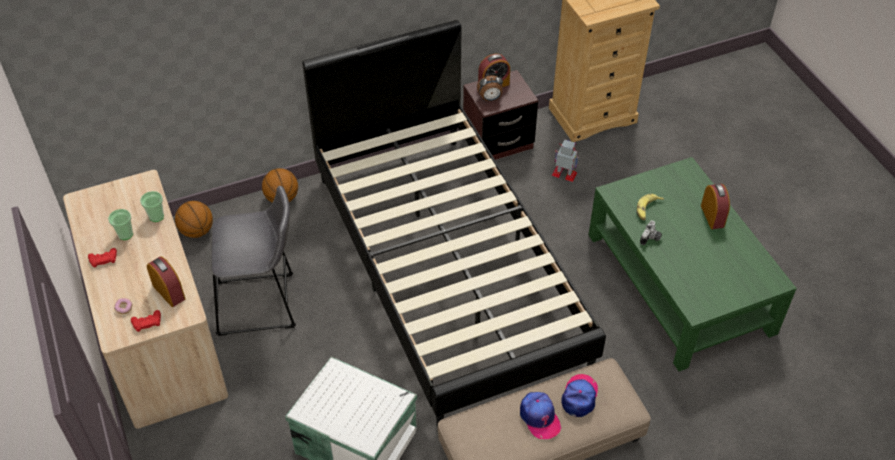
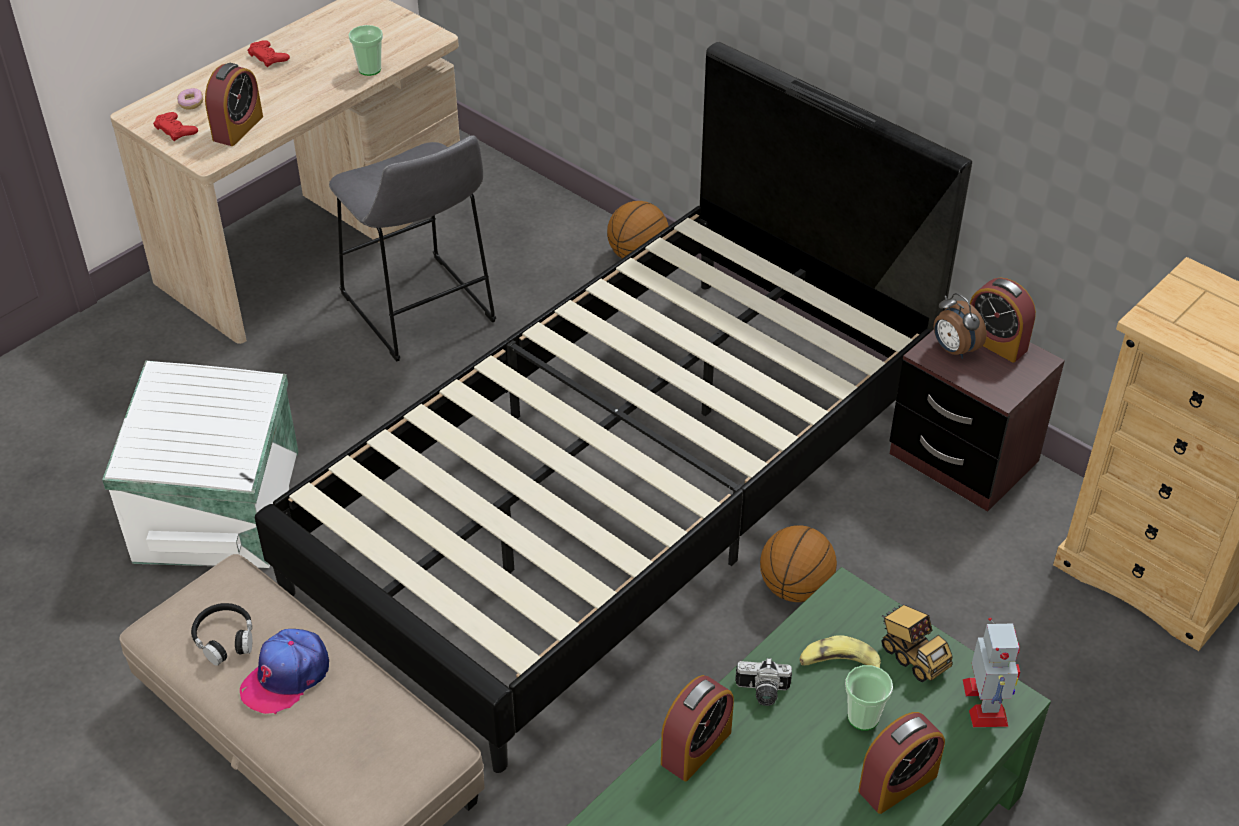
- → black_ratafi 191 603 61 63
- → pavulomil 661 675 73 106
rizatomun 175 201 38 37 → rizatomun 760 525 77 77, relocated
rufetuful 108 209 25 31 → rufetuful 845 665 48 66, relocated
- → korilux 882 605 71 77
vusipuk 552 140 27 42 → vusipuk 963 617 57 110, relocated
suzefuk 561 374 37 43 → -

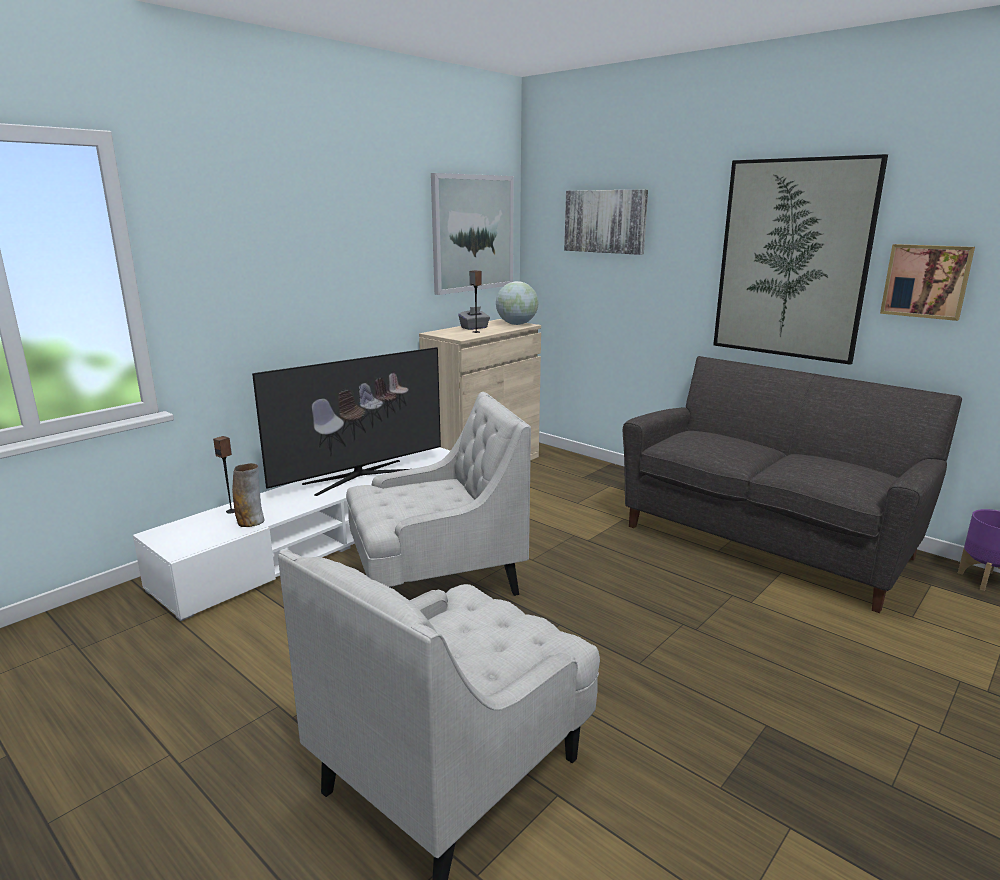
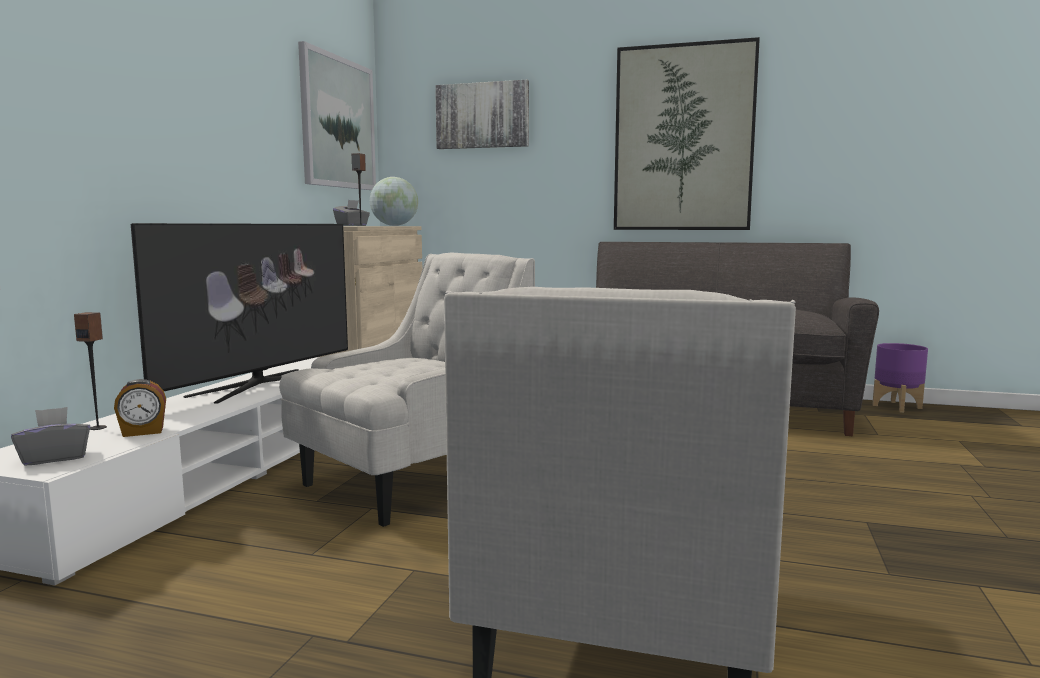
- → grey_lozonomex 11 407 80 59
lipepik 232 463 33 64 → pavulomil 114 379 52 58
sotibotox 880 244 95 77 → -

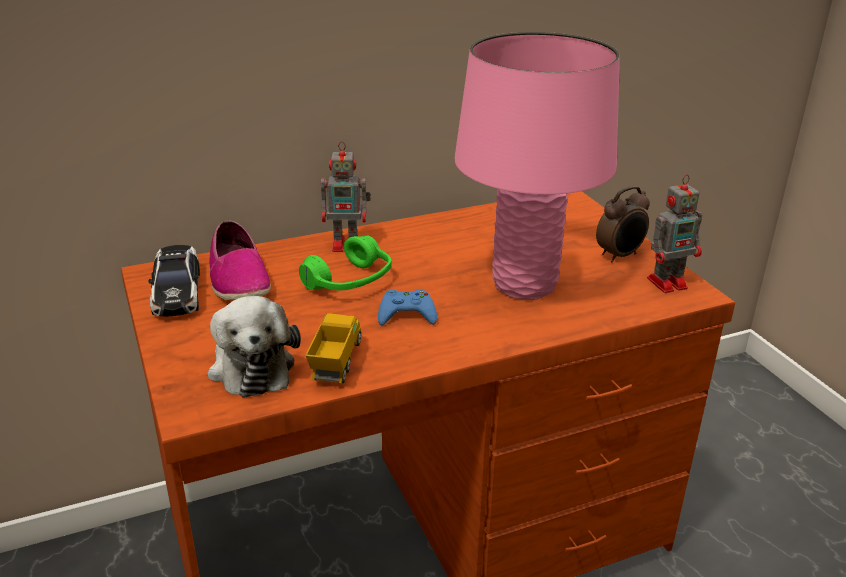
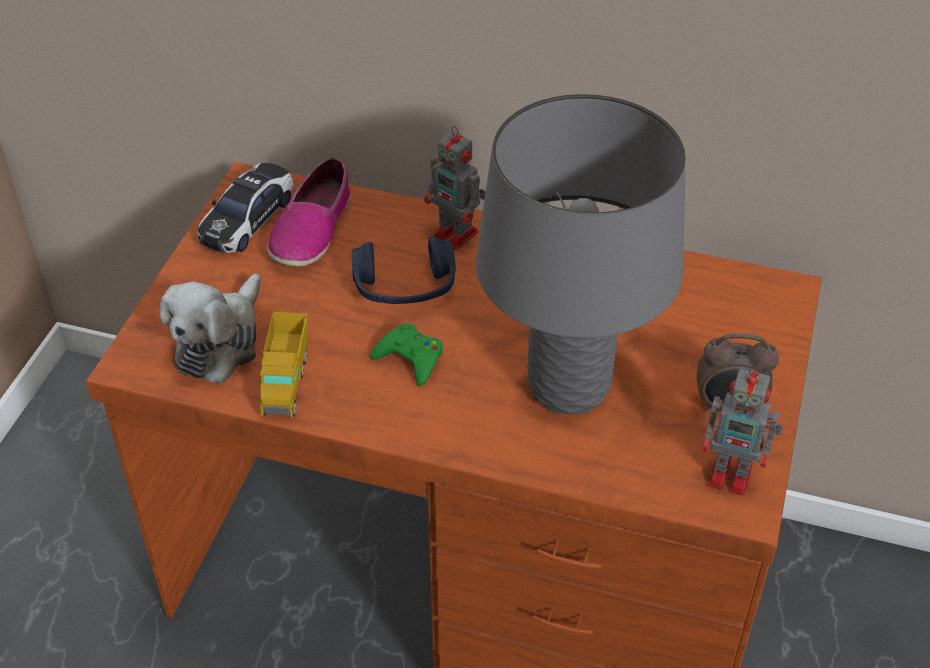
korilux 306 313 55 70 → korilux 260 312 48 105, 135 degrees clockwise
green_ratafi 299 236 93 54 → blue_ratafi 351 237 105 67
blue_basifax 378 289 59 37 → green_basifax 370 323 72 63
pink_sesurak 454 32 166 268 → grey_sesurak 476 94 210 320

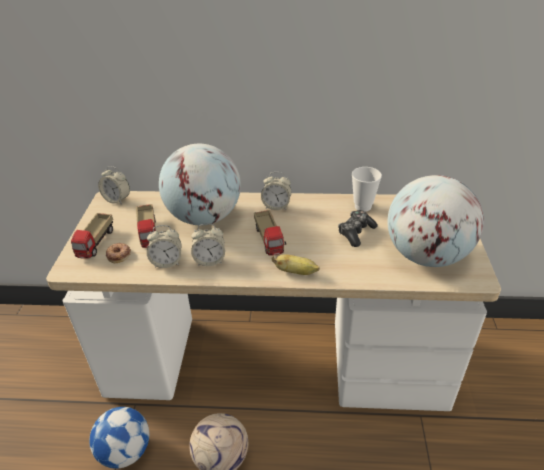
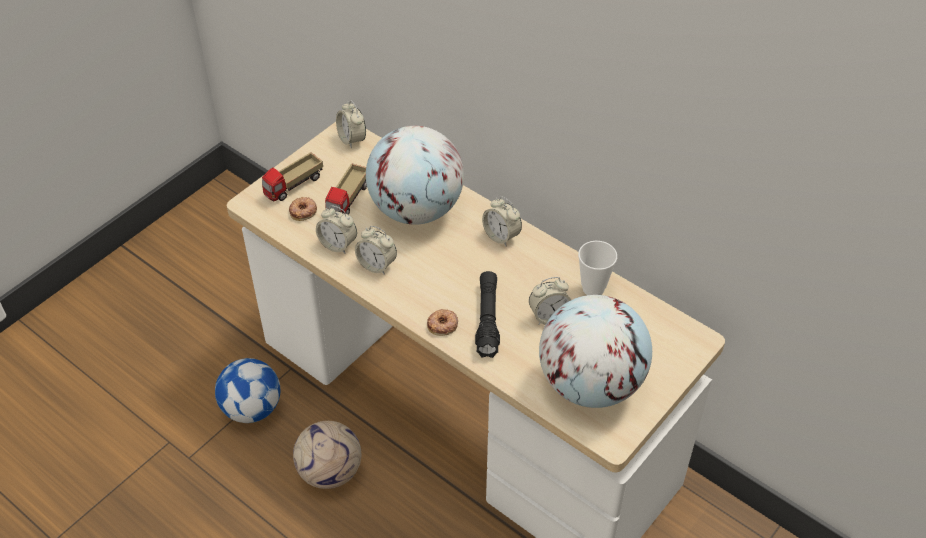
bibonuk 272 254 48 21 → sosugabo 427 309 31 27
- → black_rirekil 475 271 25 87
basifax 338 210 40 37 → pavulomil 529 277 42 48
korilux 254 210 32 46 → -

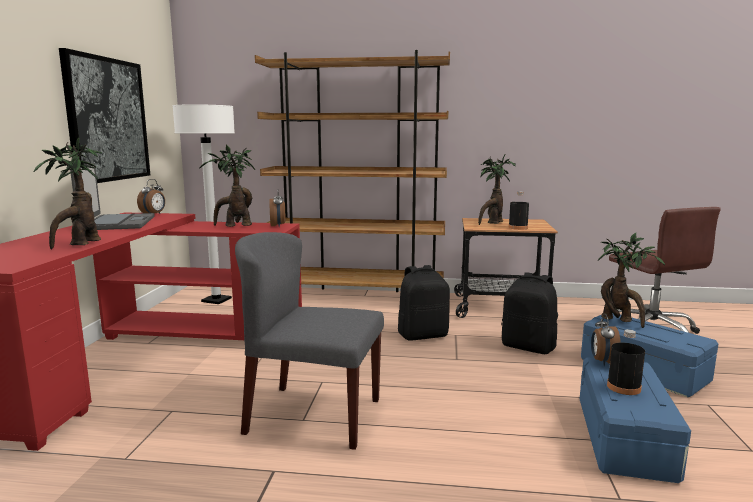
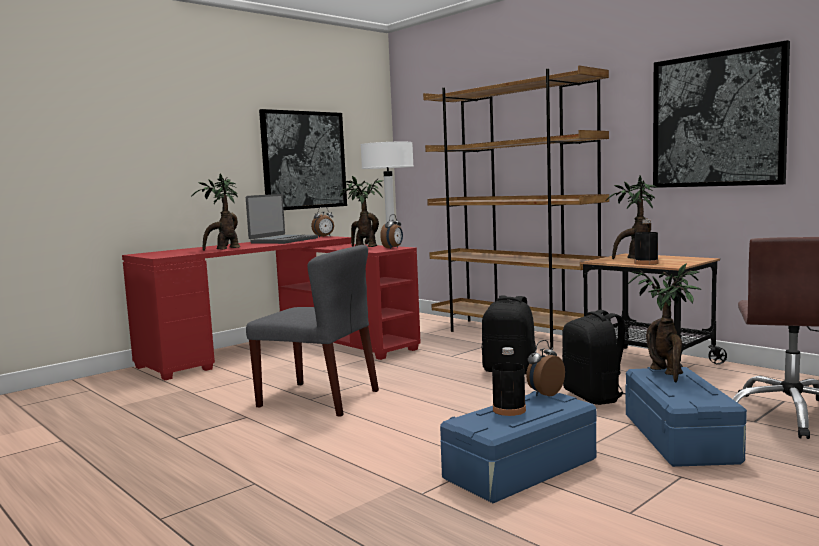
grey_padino 235 232 149 218 → grey_padino 246 245 133 172, 150 degrees clockwise
- → sotibotox 653 40 137 148

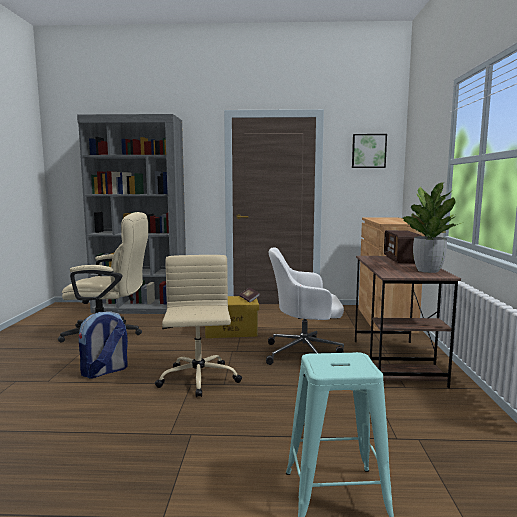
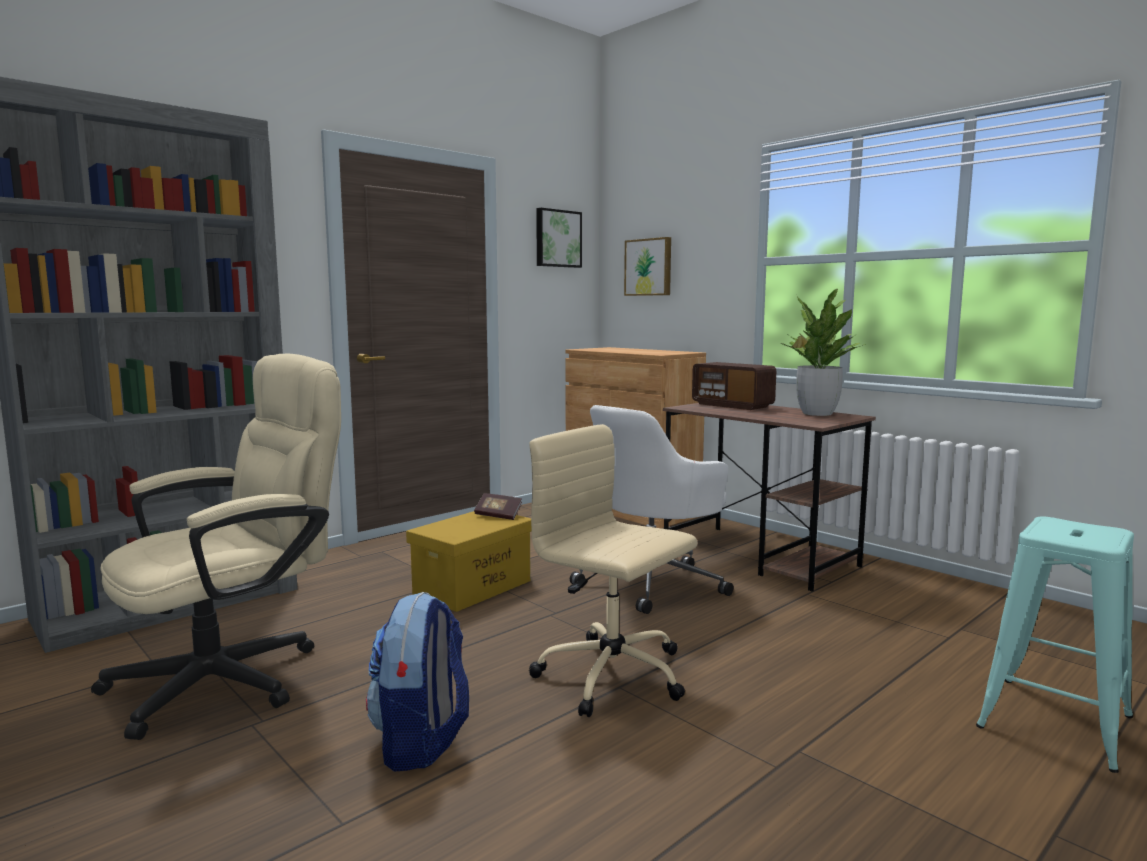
- → sotibotox 624 237 47 59

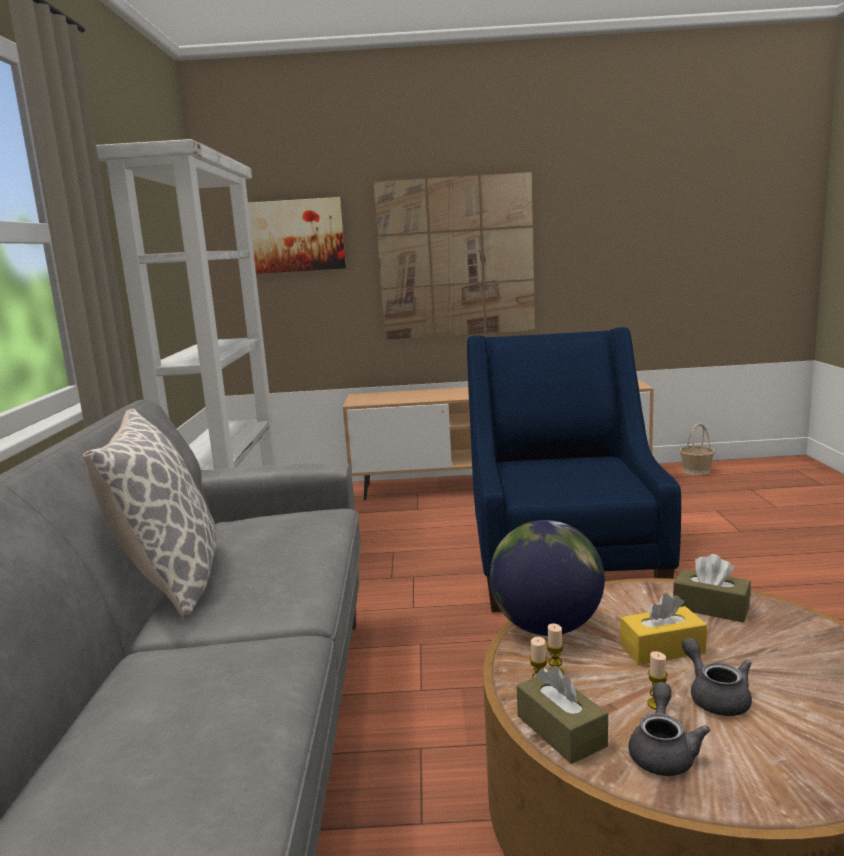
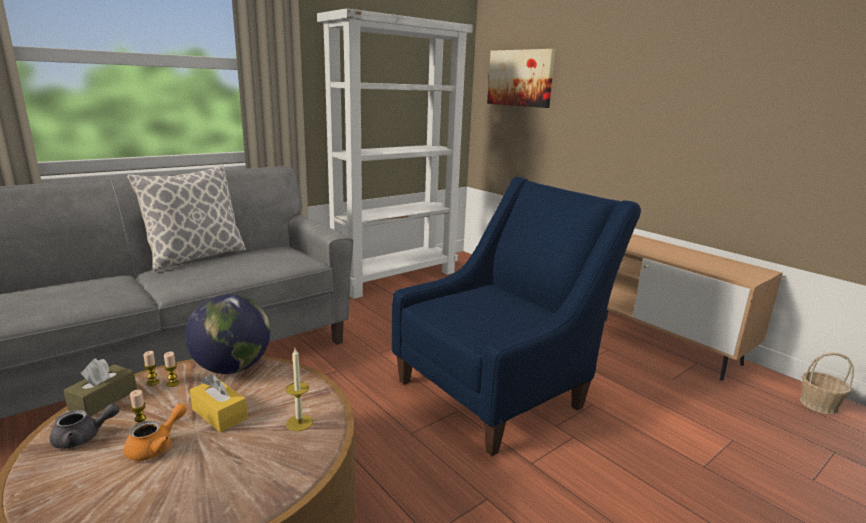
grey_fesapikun 682 637 70 79 → orange_fesapikun 124 403 63 58
brown_lozonomex 673 554 78 68 → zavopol 286 348 27 83
sotibotox 374 172 161 168 → -

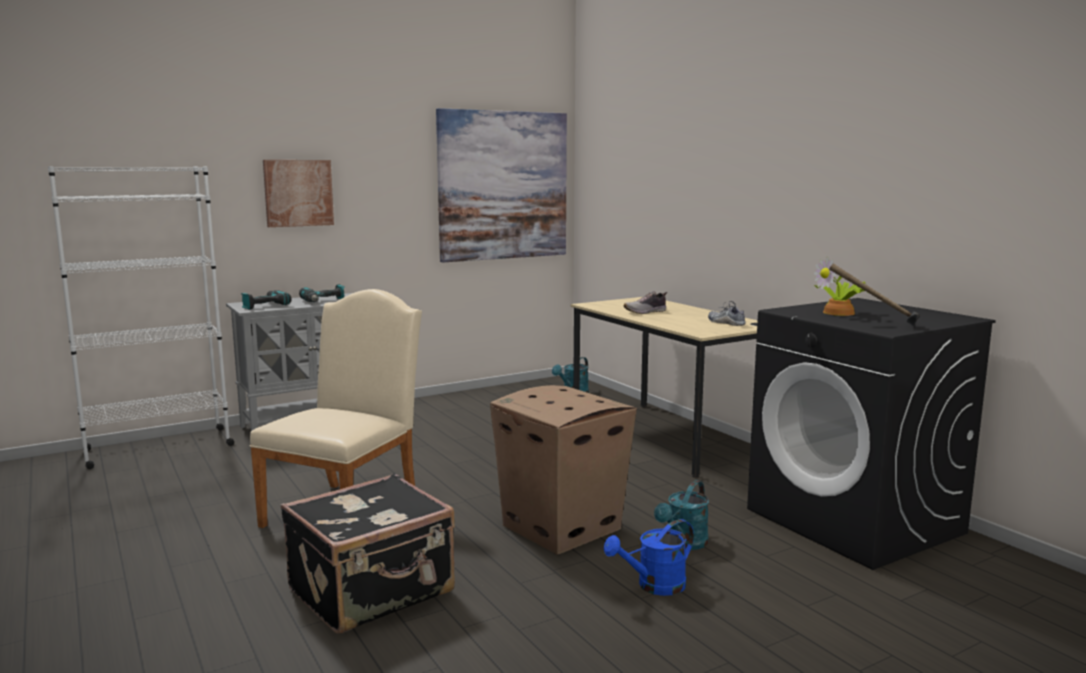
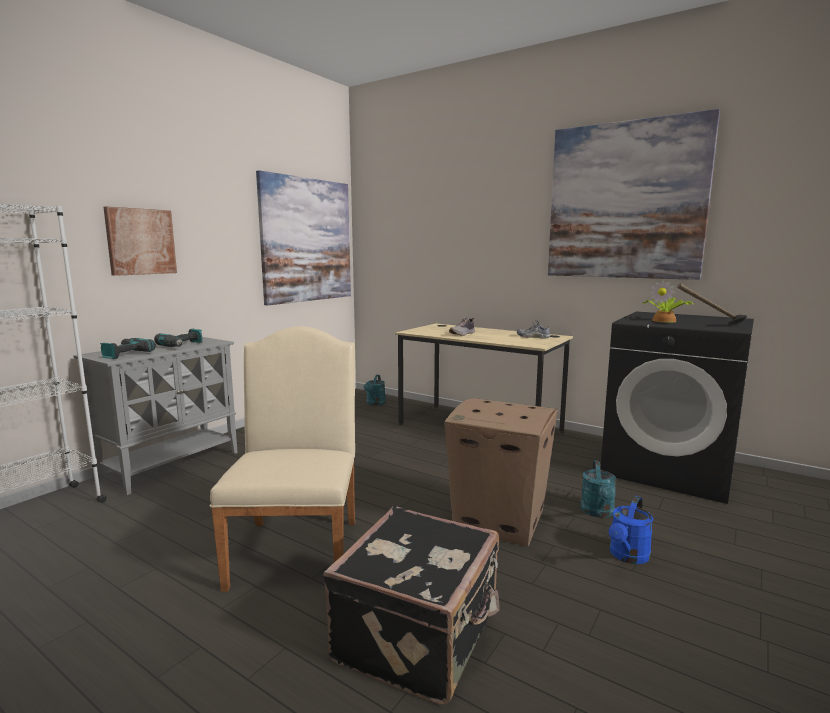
- → sotibotox 548 109 172 171

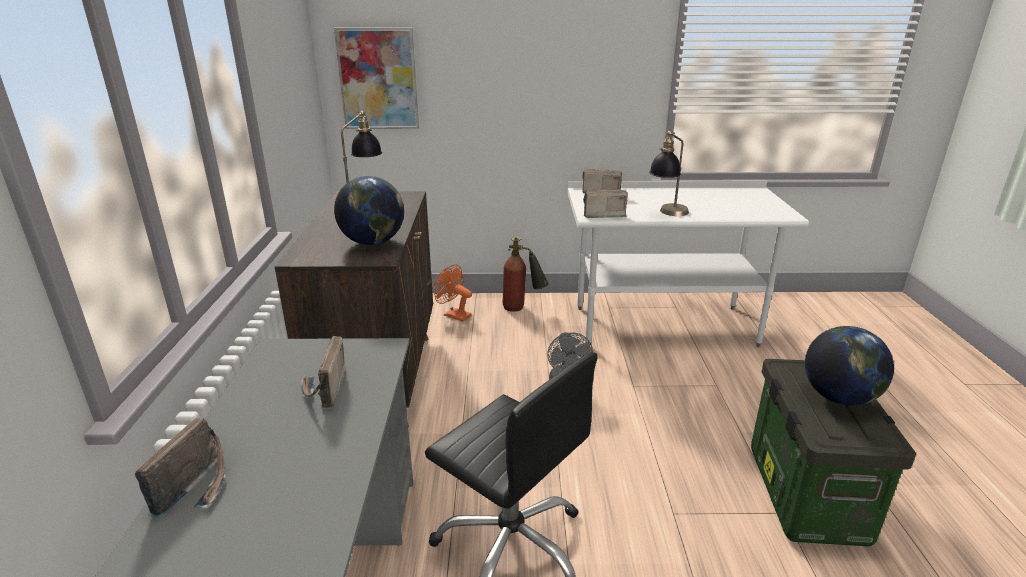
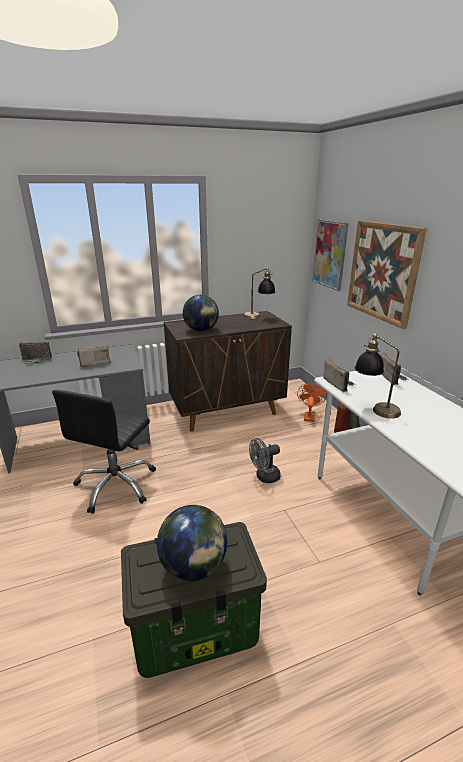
- → sotibotox 347 221 80 108

